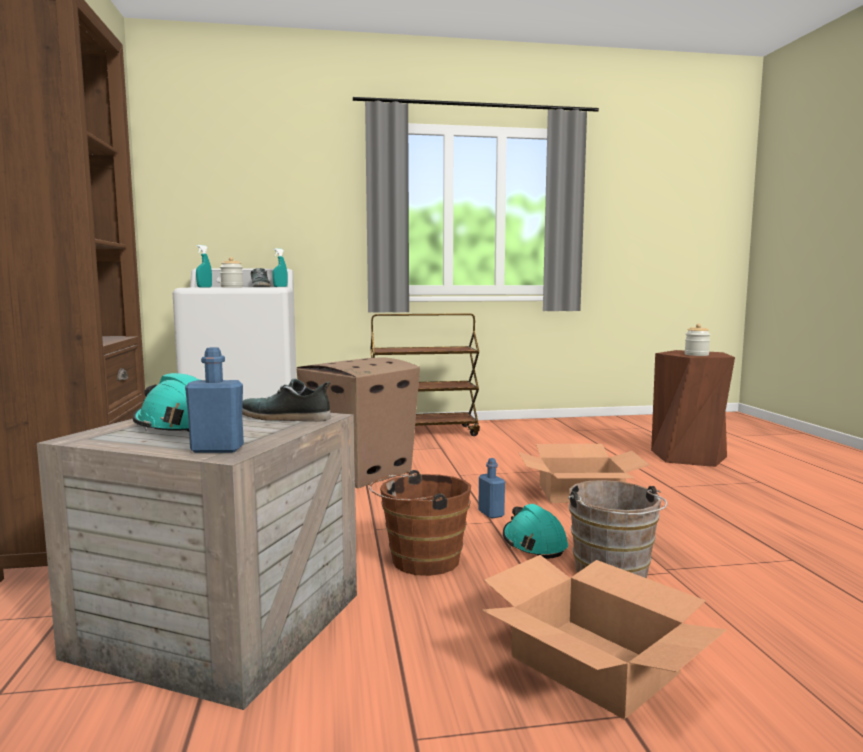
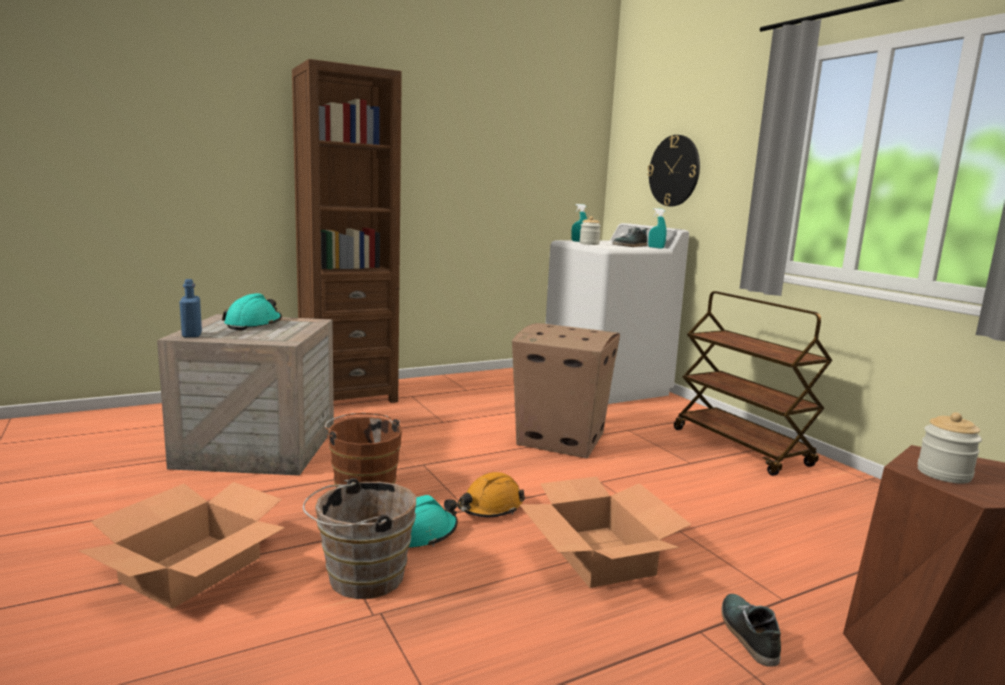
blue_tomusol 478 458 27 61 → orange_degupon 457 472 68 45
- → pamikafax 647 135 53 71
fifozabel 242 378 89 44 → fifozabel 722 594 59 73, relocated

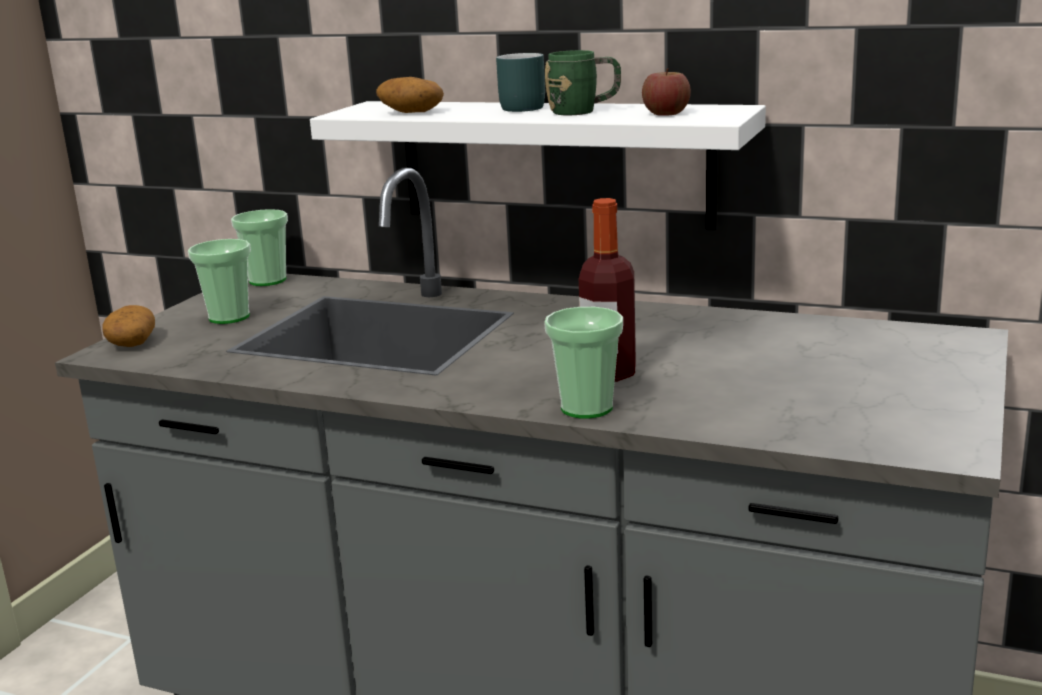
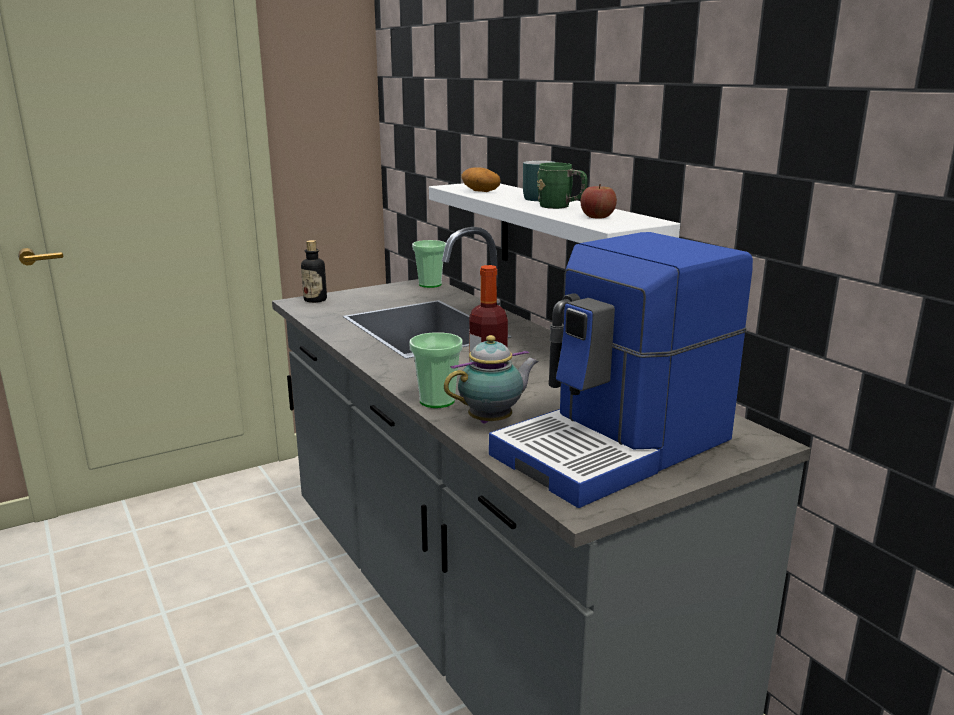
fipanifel 102 305 53 42 → tomusol 301 240 26 63
- → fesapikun 444 335 95 88
- → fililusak 489 232 264 276
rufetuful 188 239 63 85 → -

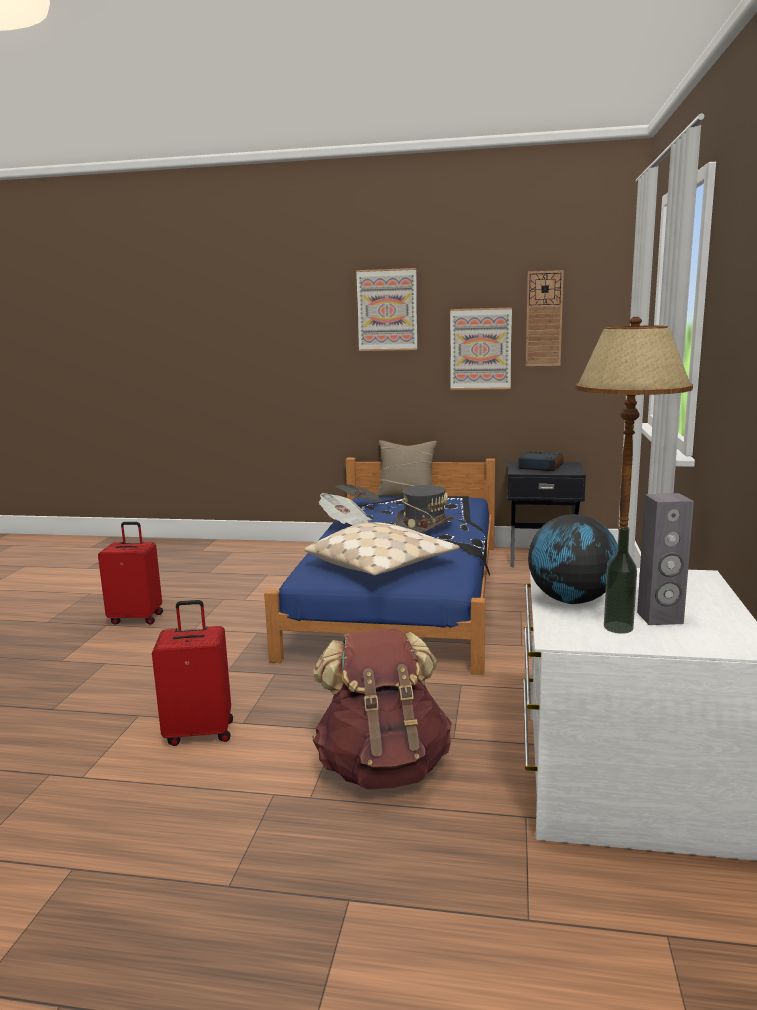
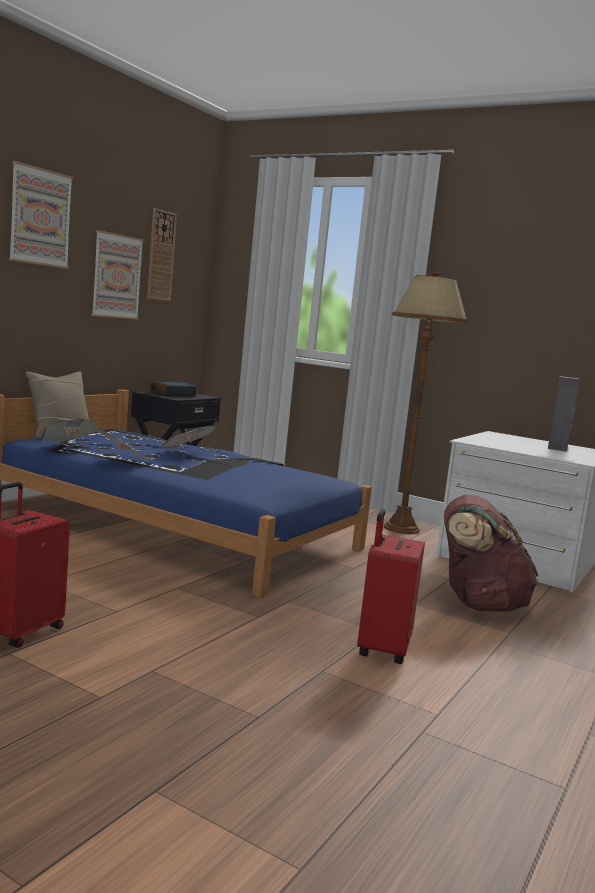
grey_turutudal 395 485 59 48 → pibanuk 159 425 57 23
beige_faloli 304 522 156 53 → -
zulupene 528 514 90 90 → -
tomusol 604 527 33 107 → -

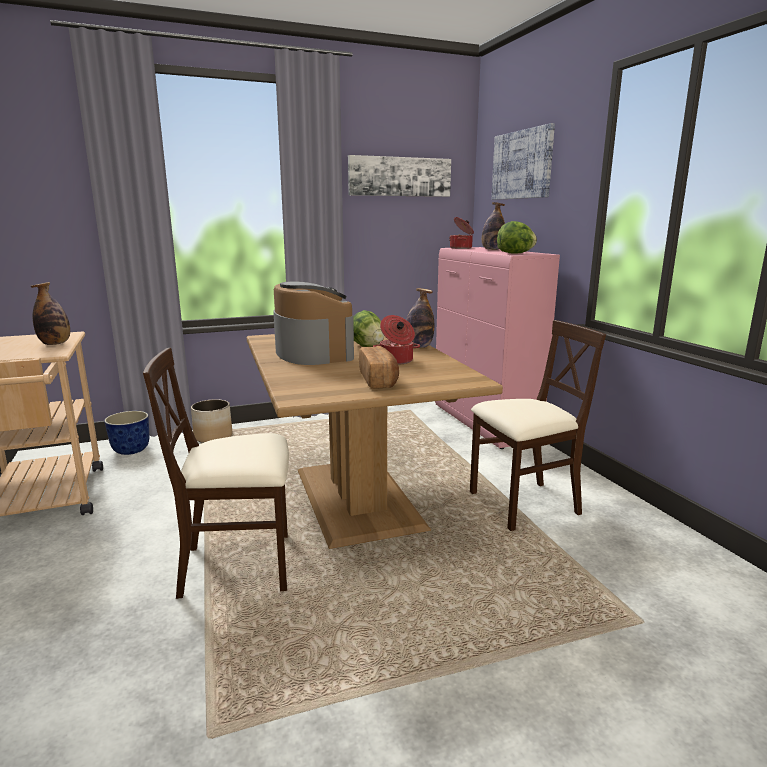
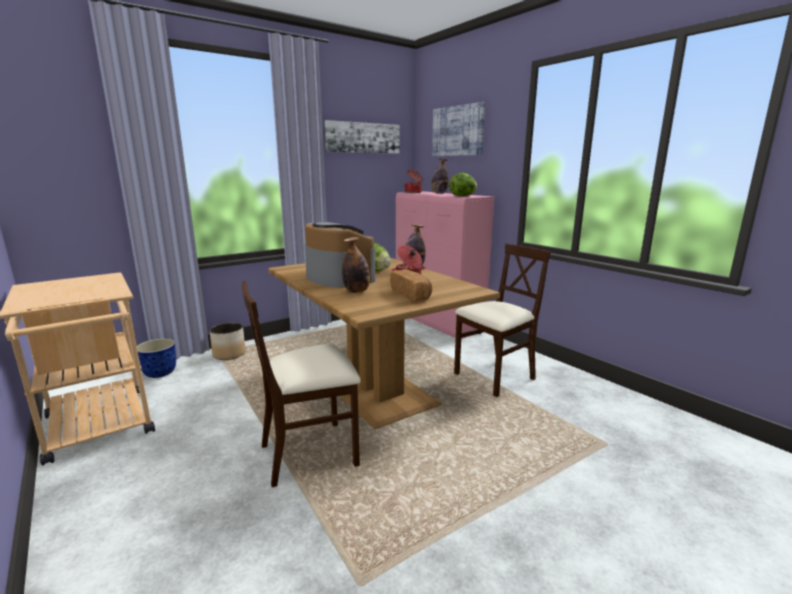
tomusol 31 282 39 63 → tomusol 342 237 28 56, relocated

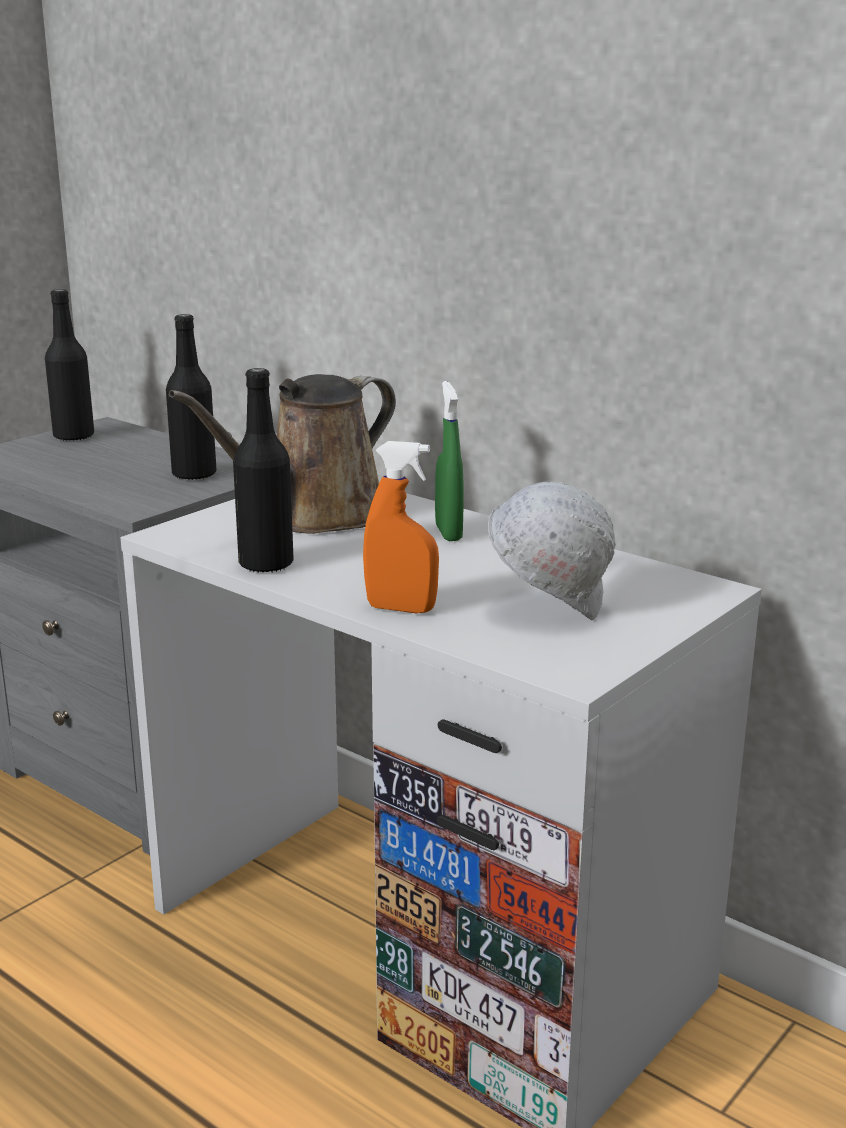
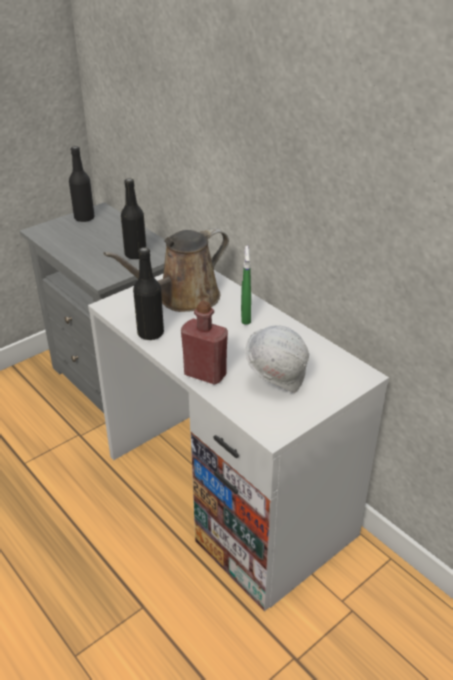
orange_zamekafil 363 441 76 172 → red_tomusol 181 301 47 84

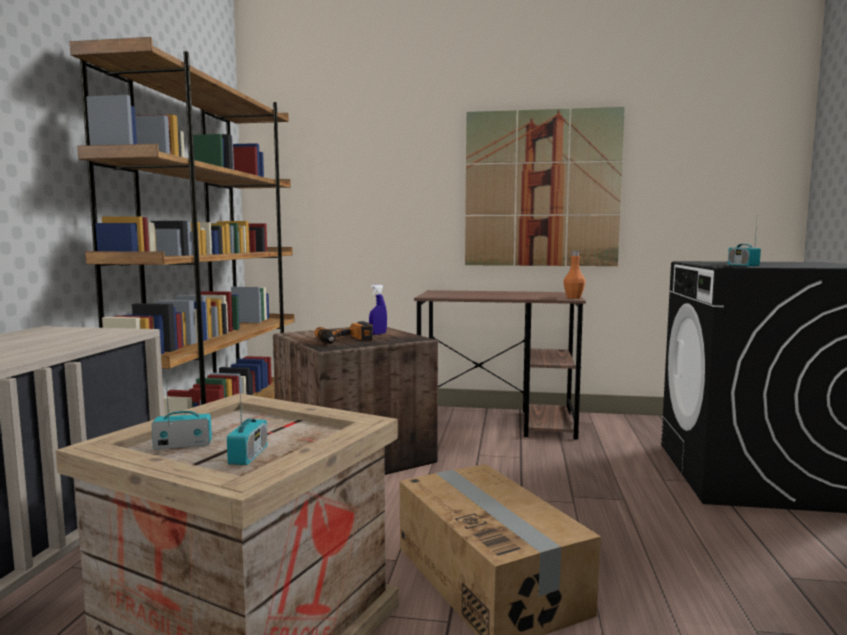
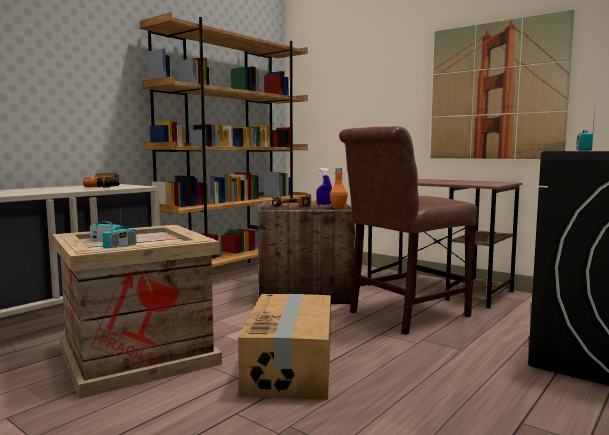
- → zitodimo 83 173 39 15
orange_tomusol 564 251 21 48 → orange_tomusol 330 168 18 41, relocated
- → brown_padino 339 126 139 209

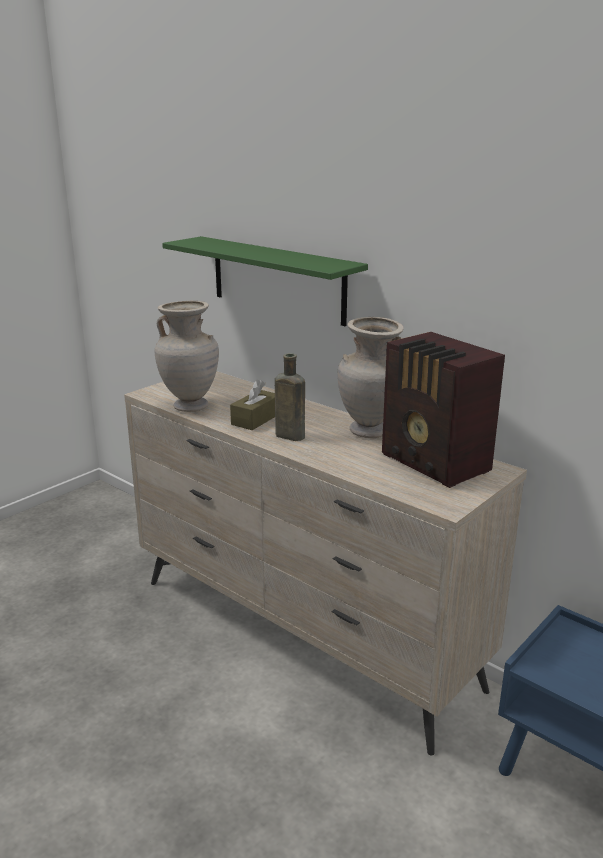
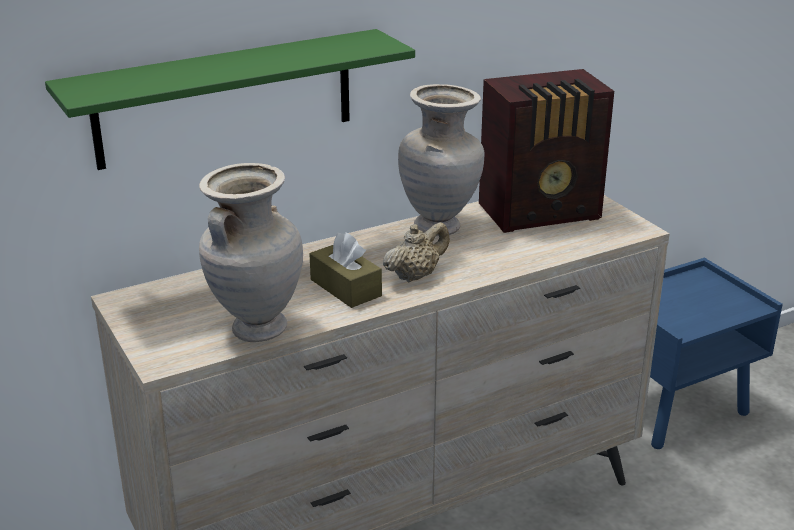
brown_tomusol 275 353 30 88 → beige_fesapikun 383 222 67 60

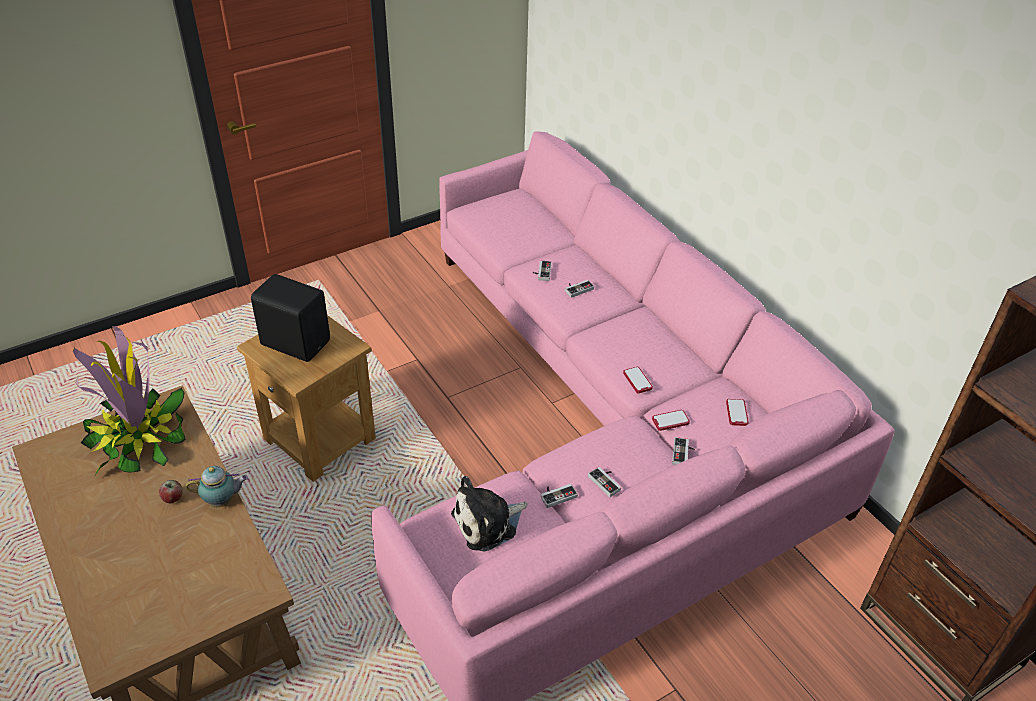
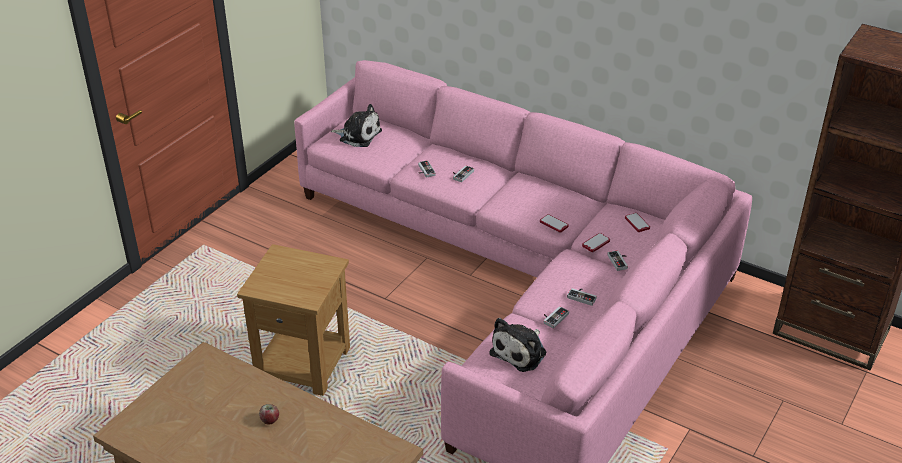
- → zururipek 330 104 52 43
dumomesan 73 326 113 149 → -
fesapikun 185 466 63 41 → -
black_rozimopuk 251 274 79 88 → -

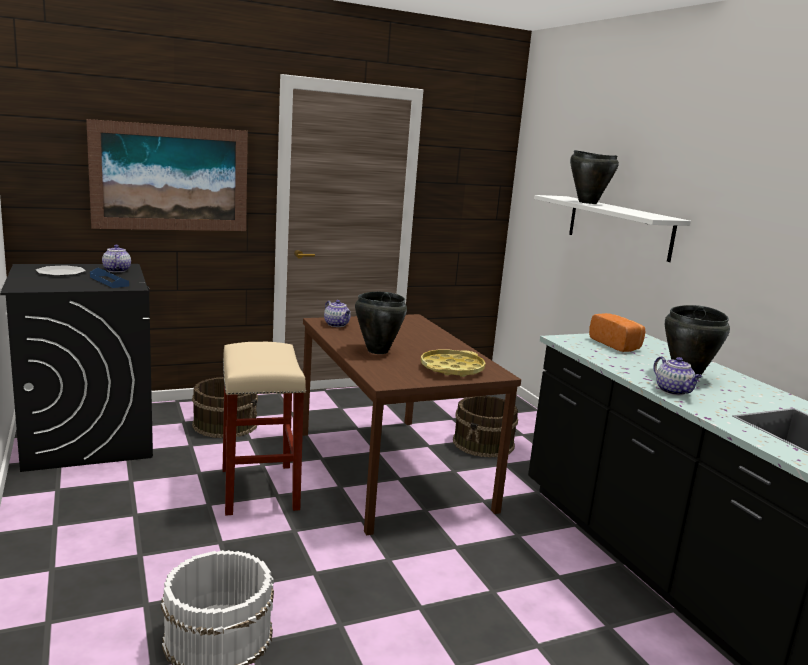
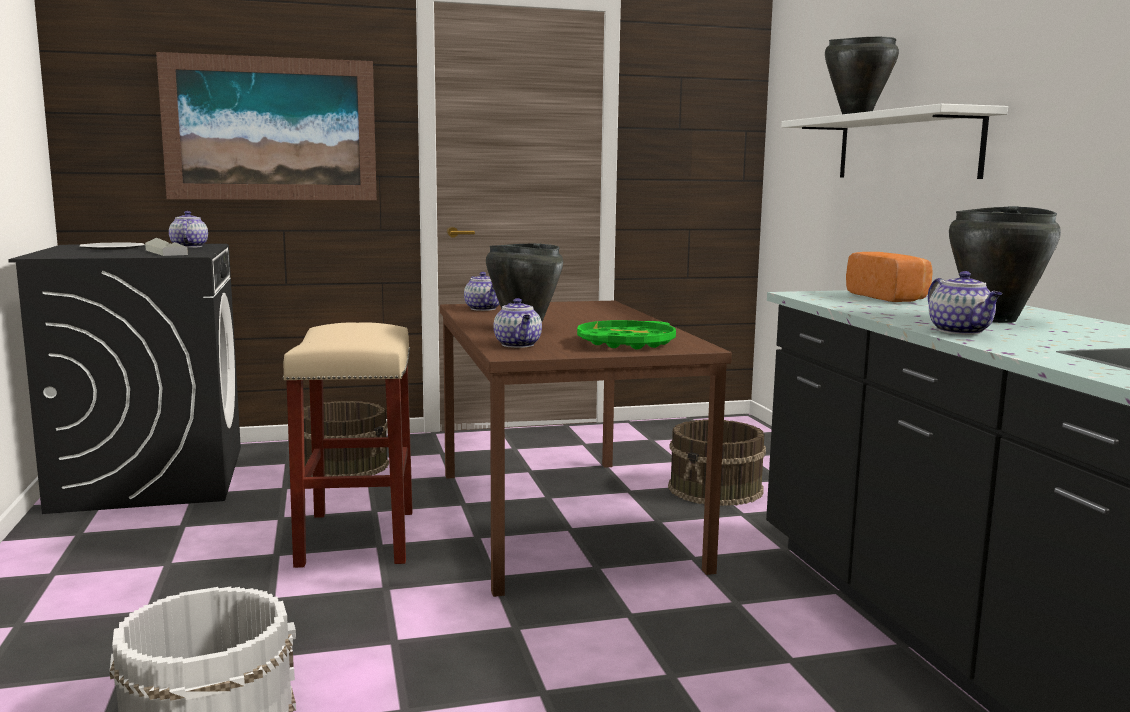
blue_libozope 90 268 39 20 → grey_libozope 145 238 43 18
- → fesapikun 494 298 48 50
yellow_libozope 421 350 64 27 → green_libozope 577 320 99 29

